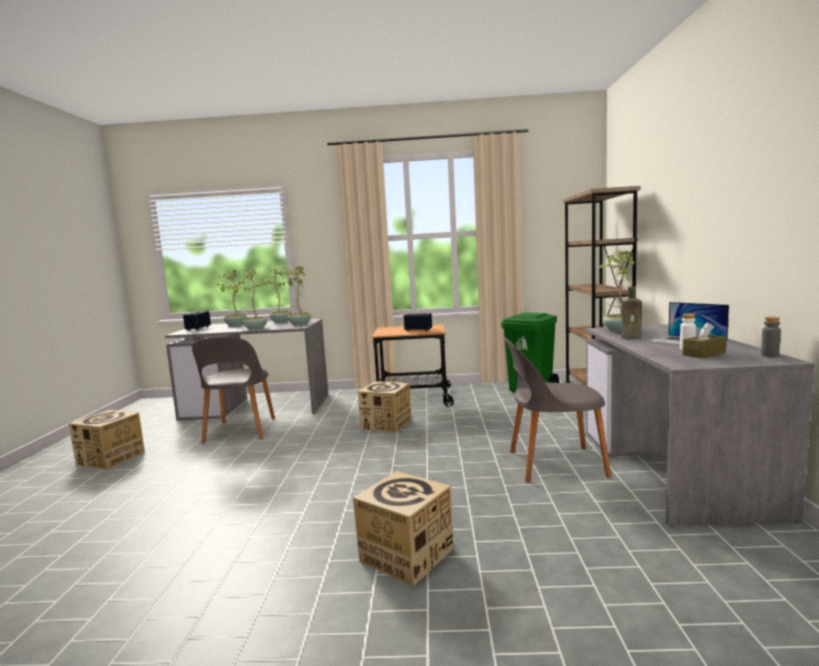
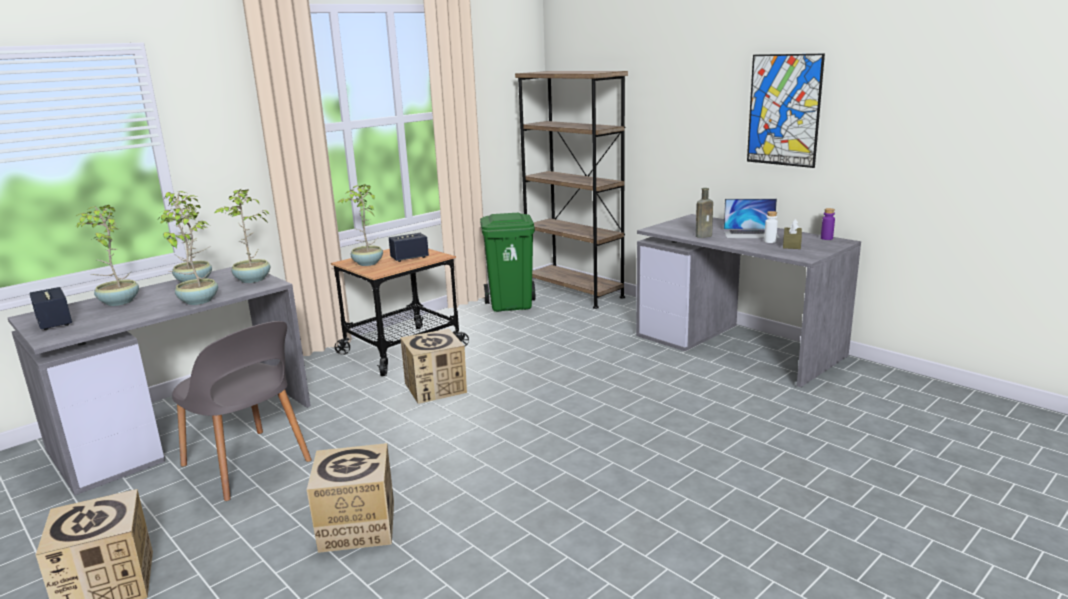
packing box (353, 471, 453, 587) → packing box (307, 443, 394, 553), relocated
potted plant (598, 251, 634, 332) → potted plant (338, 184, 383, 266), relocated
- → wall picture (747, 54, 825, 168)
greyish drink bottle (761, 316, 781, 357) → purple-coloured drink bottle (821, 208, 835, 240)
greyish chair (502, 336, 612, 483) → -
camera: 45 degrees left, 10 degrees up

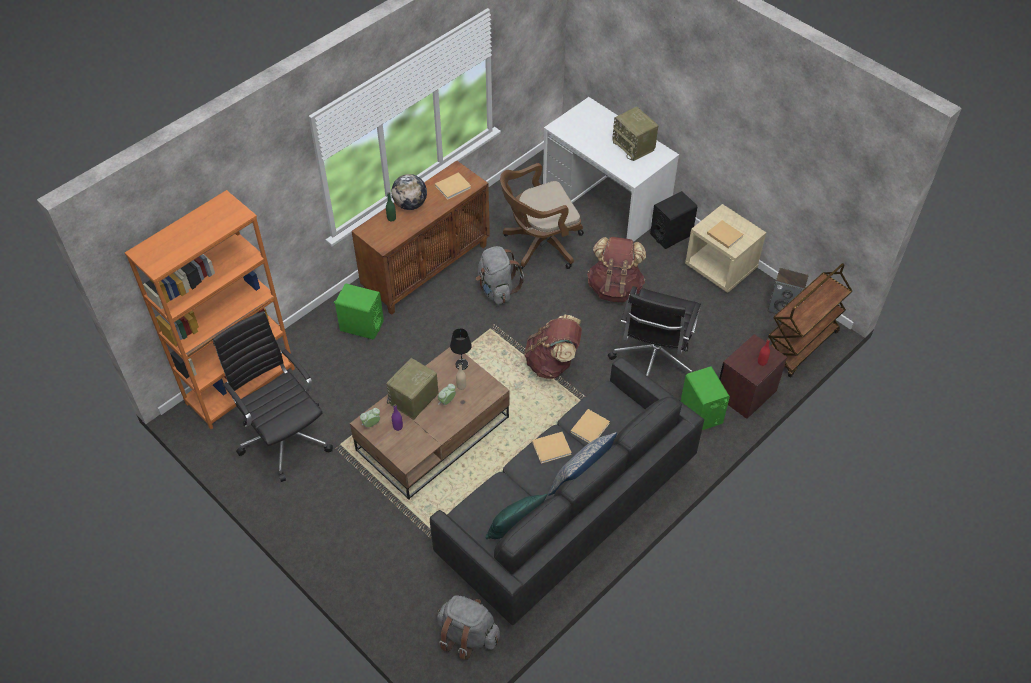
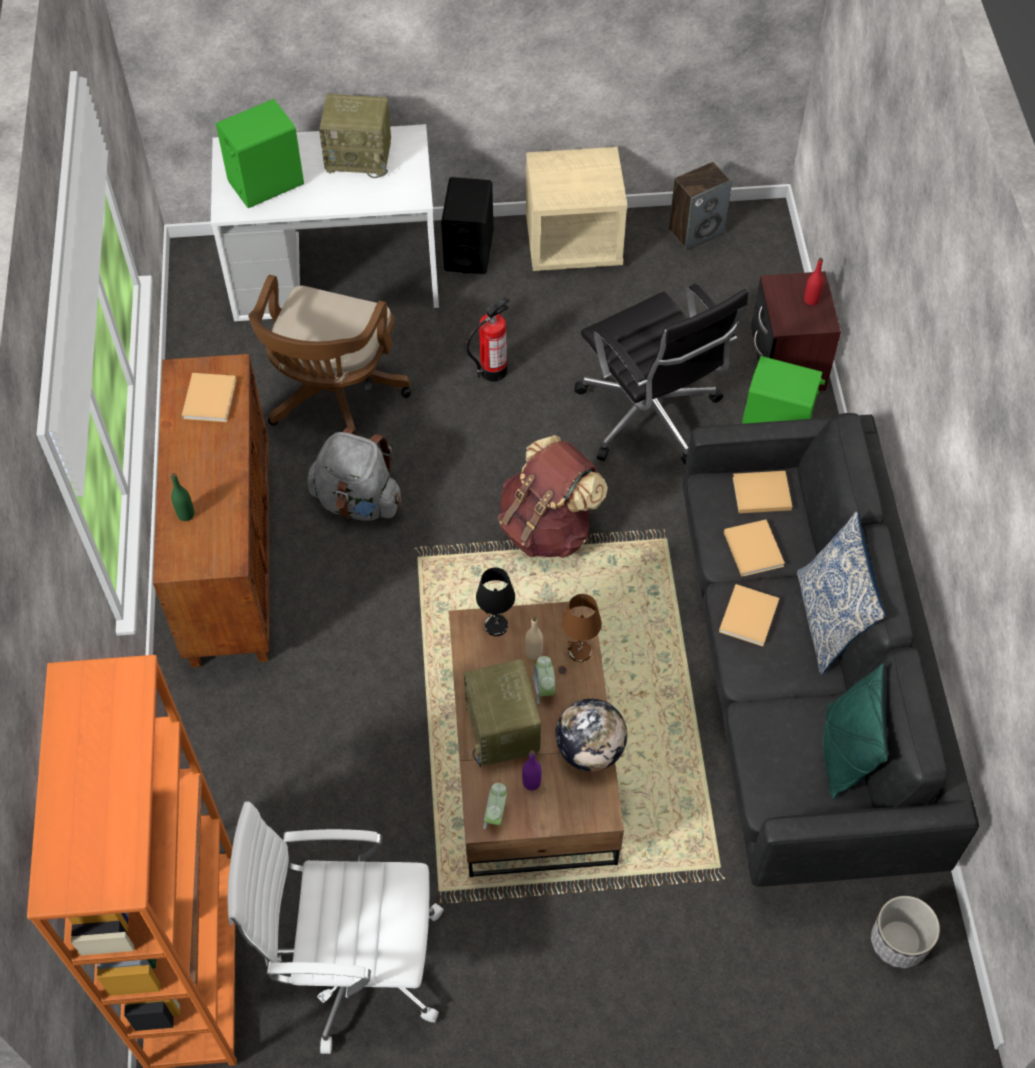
green-coloured audio speaker (334, 283, 384, 340) → green-coloured audio speaker (216, 99, 304, 208), relocated
black-coloured office chair (212, 311, 333, 482) → whitish office chair (227, 801, 444, 1054)
brown backpack (587, 237, 646, 302) → fire-fighting cylinder (466, 296, 510, 382)
globe (391, 174, 427, 210) → globe (555, 699, 627, 771), relocated
- → brown lamp for a table (562, 594, 602, 662)
sand-coloured book (707, 220, 744, 249) → sand-coloured book (733, 471, 792, 513), relocated
greyish backpack (437, 595, 500, 660) → planter (871, 896, 940, 969)
brown wheeled cart (768, 263, 852, 378) → -
camera: 50 degrees left, 5 degrees up

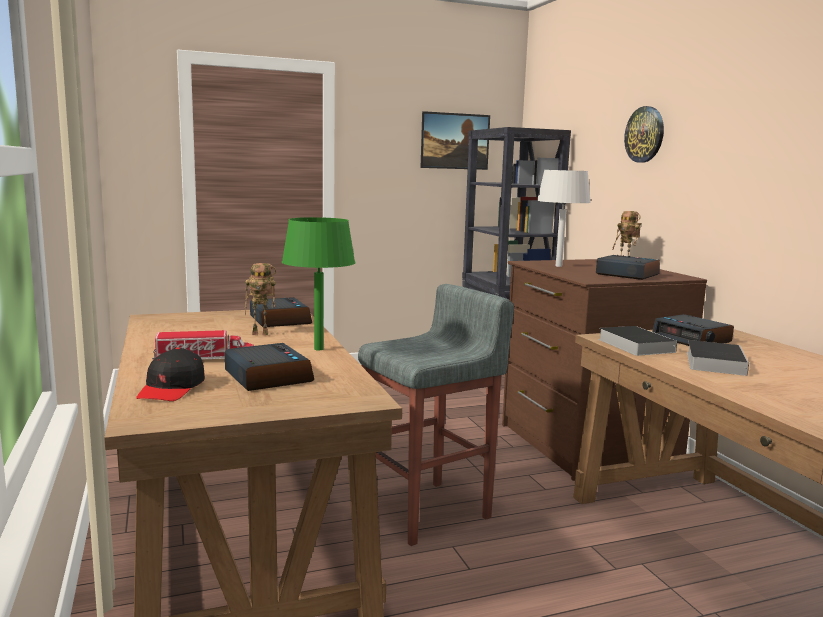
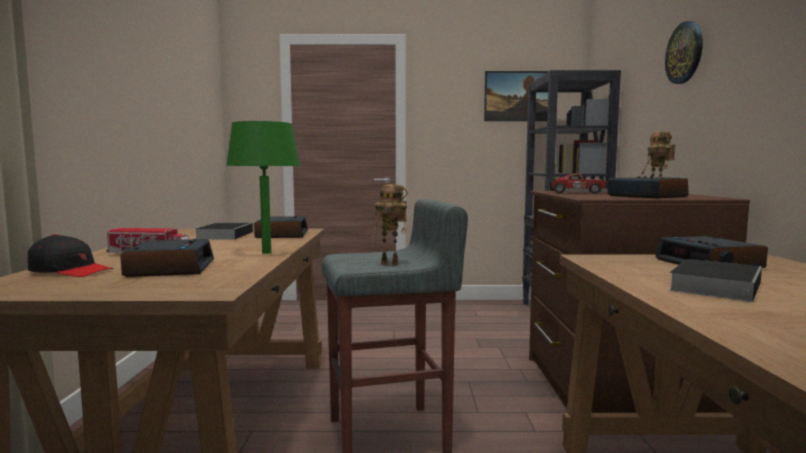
black-coloured baseball cap (136, 348, 205, 401) → black-coloured baseball cap (28, 234, 113, 277), 105 degrees counterclockwise
book (598, 326, 677, 356) → book (195, 223, 254, 240), relocated
toy robot (245, 263, 276, 335) → toy robot (372, 184, 408, 266), relocated
greyish lamp for a table (537, 170, 591, 267) → toy car (549, 174, 608, 194)
camera: 20 degrees right, 5 degrees down

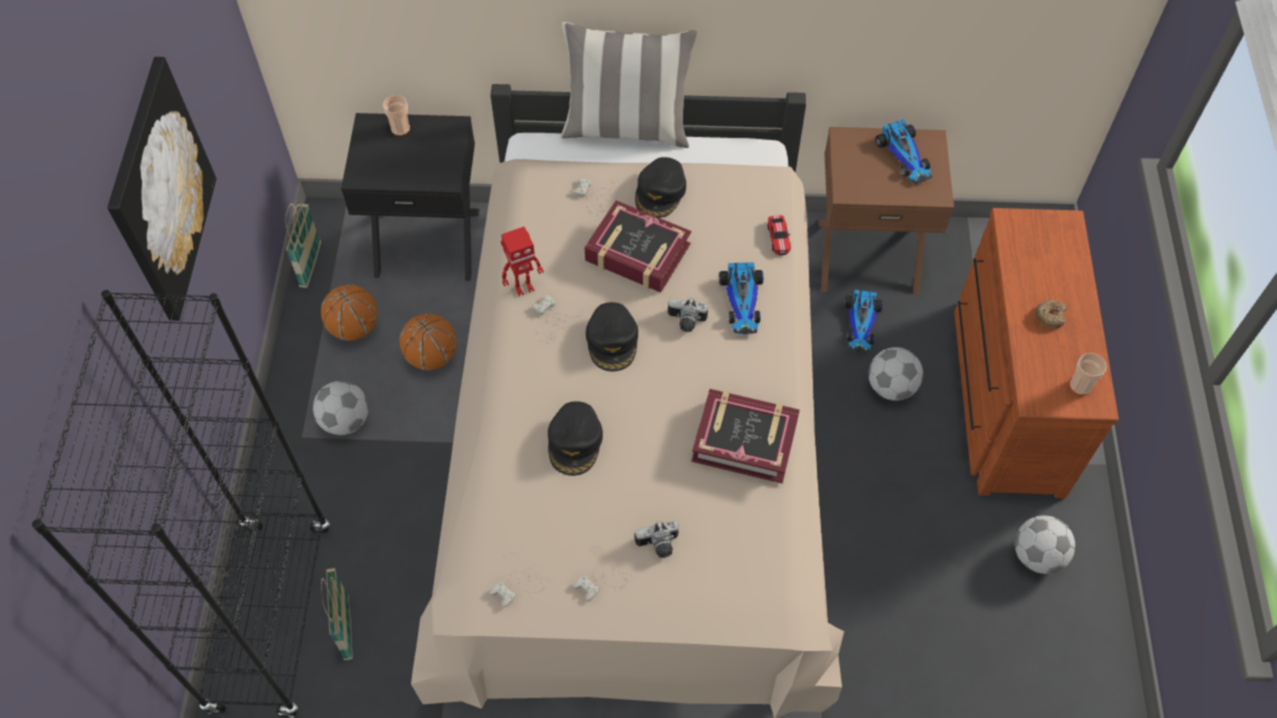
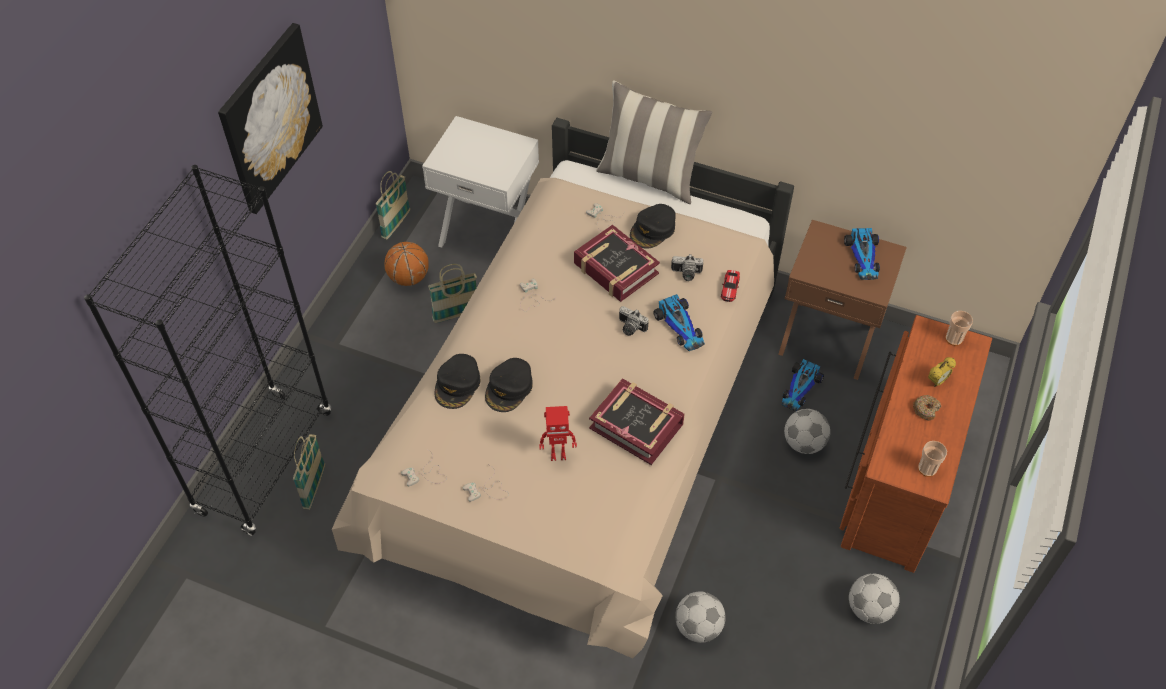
black-coloured nightstand (341, 113, 480, 281) → whitish nightstand (422, 116, 539, 248)
basketball ball (400, 313, 457, 370) → basket (428, 264, 477, 323)
black-coloured baseball cap (586, 302, 638, 372) → black-coloured baseball cap (435, 354, 480, 409), relocated
toy robot (501, 226, 544, 297) → toy robot (539, 406, 577, 461), relocated
toy car (719, 262, 763, 334) → toy car (653, 294, 705, 351), 45 degrees counterclockwise
still camera (634, 521, 679, 558) → still camera (671, 254, 703, 281), relocated
ball for football (313, 381, 369, 435) → ball for football (675, 591, 726, 643), relocated
- → table clock (928, 357, 956, 387)
cup (383, 95, 410, 136) → cup (946, 311, 973, 346), relocated
camera: 20 degrees right, 5 degrees down

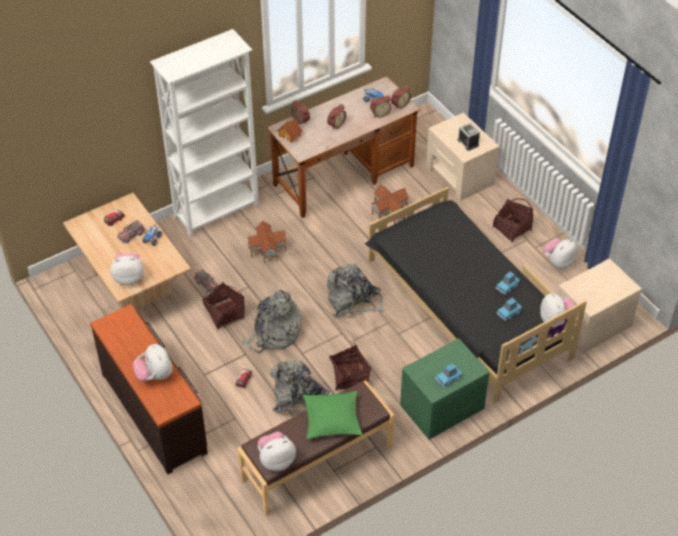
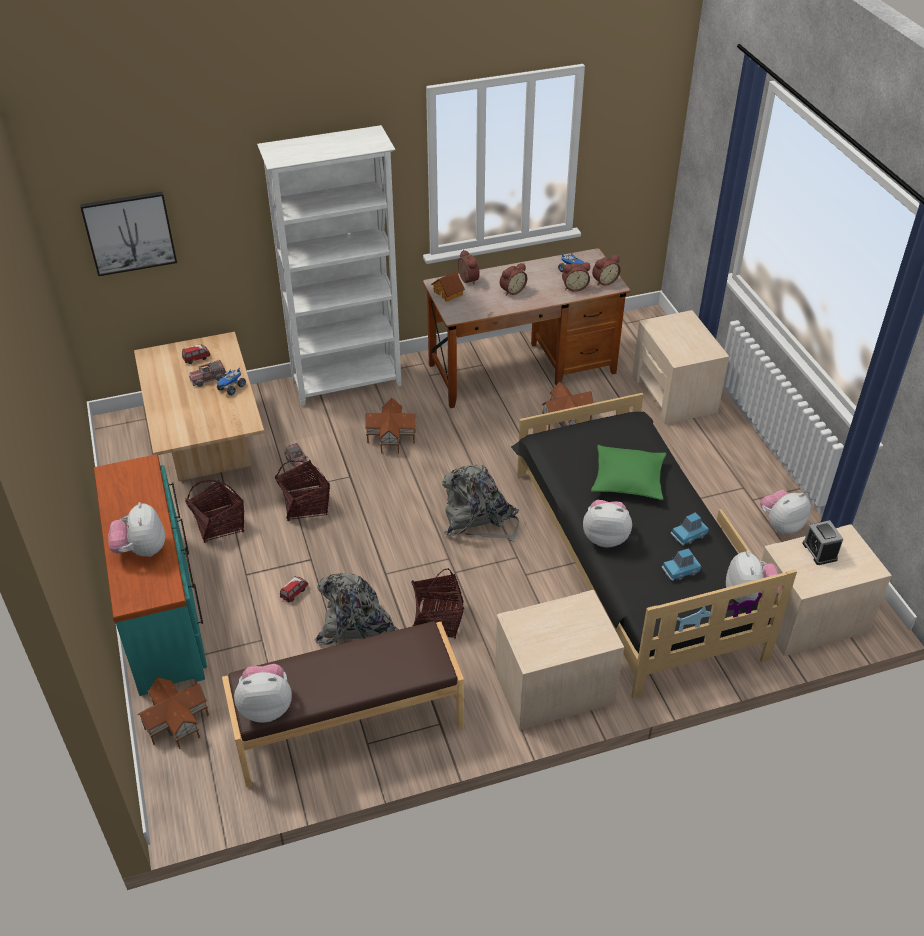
- → wall picture (80, 191, 177, 276)
brown dresser (90, 304, 208, 474) → turquoise-coloured dresser (94, 454, 207, 696)
- → toy house (137, 677, 209, 749)
basket (493, 198, 533, 242) → basket (185, 480, 244, 543), relocated
green-coloured nightstand (400, 338, 490, 439) → sand-coloured nightstand (495, 590, 624, 730)
plush toy (110, 253, 144, 285) → plush toy (583, 500, 632, 547), relocated
green-coloured throw pillow (303, 391, 362, 439) → green-coloured throw pillow (591, 445, 666, 500), relocated
table clock (458, 123, 480, 151) → table clock (803, 520, 843, 565), relocated
greyish backpack (241, 290, 302, 353) → -
blue toy car (435, 364, 463, 388) → -
camera: 15 degrees right, 5 degrees down

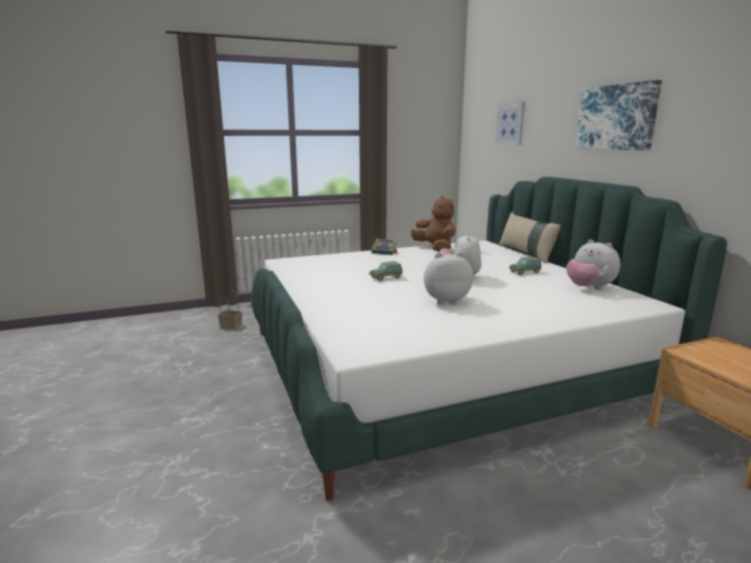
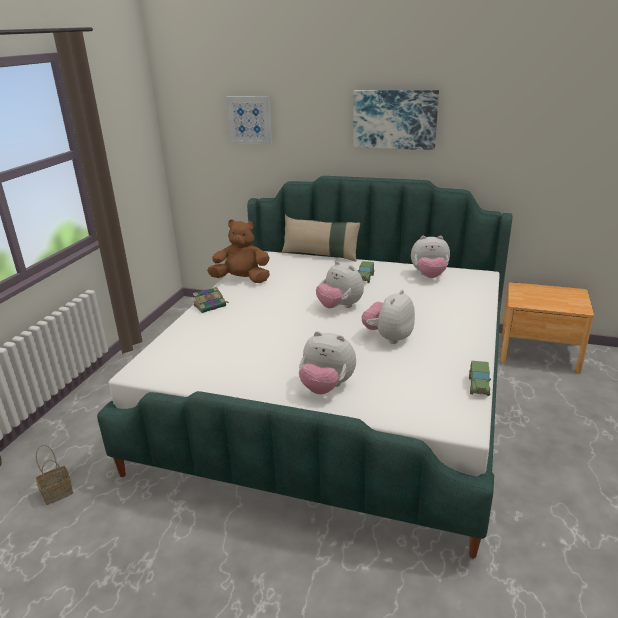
- → plush toy (299, 331, 356, 394)
toy car (369, 261, 403, 281) → toy car (469, 361, 491, 396), relocated
camera: 50 degrees left, 10 degrees up

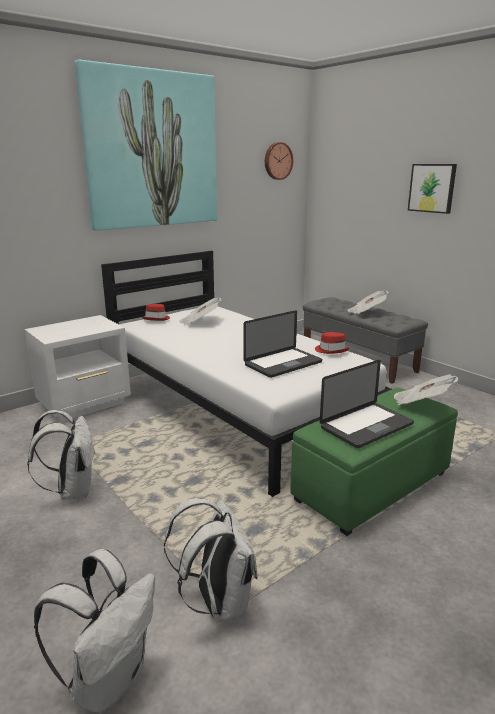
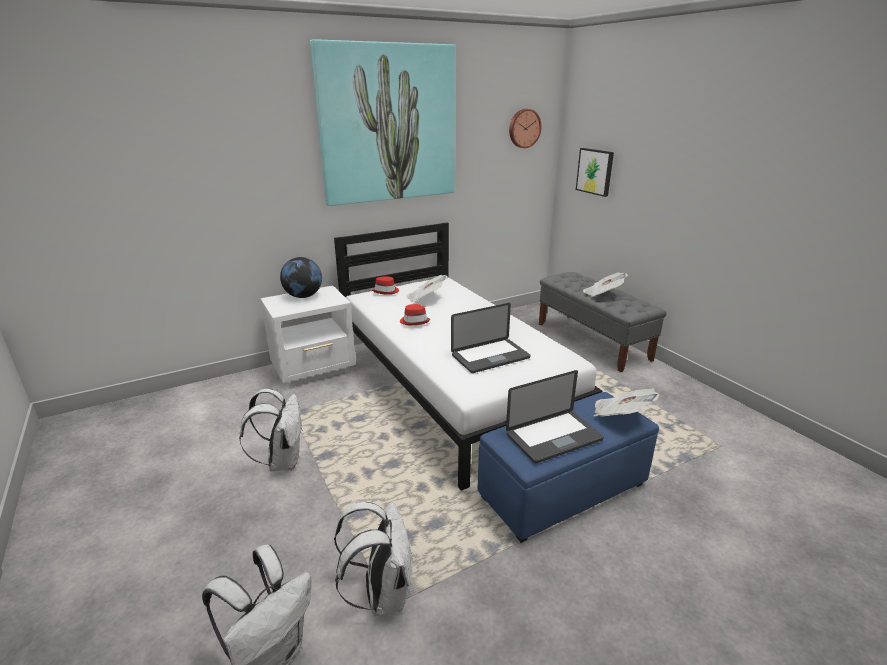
- → globe (280, 257, 322, 298)
red-coloured wearable hat (315, 332, 350, 354) → red-coloured wearable hat (400, 304, 430, 325), relocated
green-coloured ottoman (290, 388, 458, 536) → blue ottoman (478, 392, 659, 543)
wall picture (408, 164, 457, 214) → wall picture (576, 148, 614, 197), relocated
camera: 10 degrees right, 5 degrees up

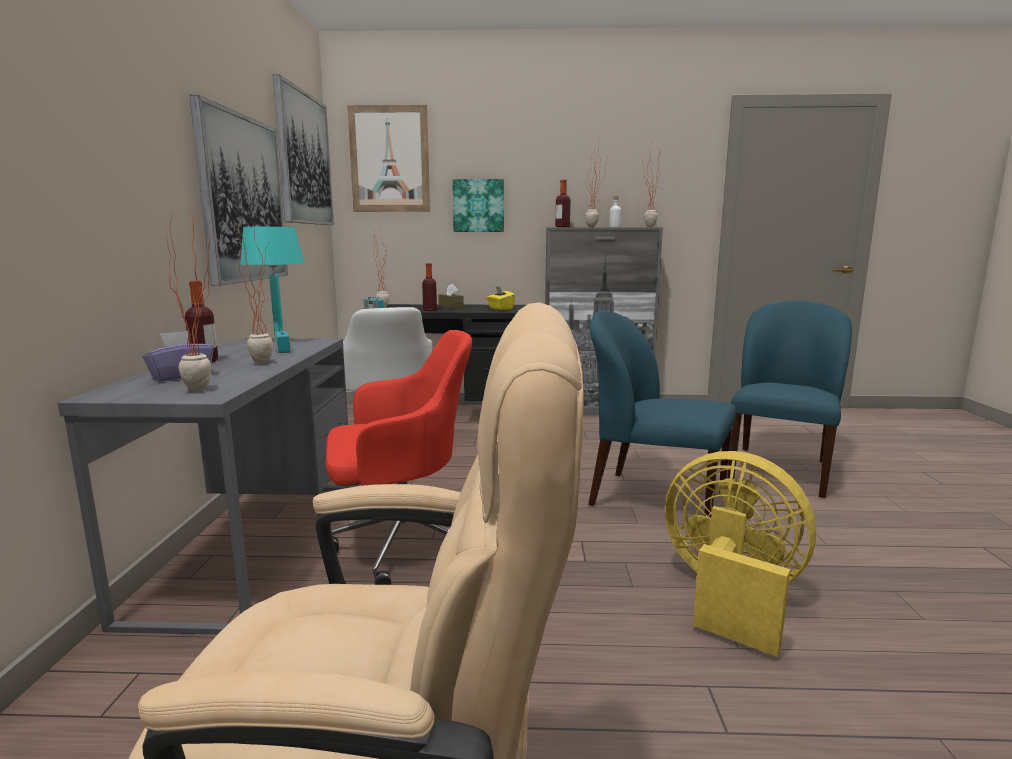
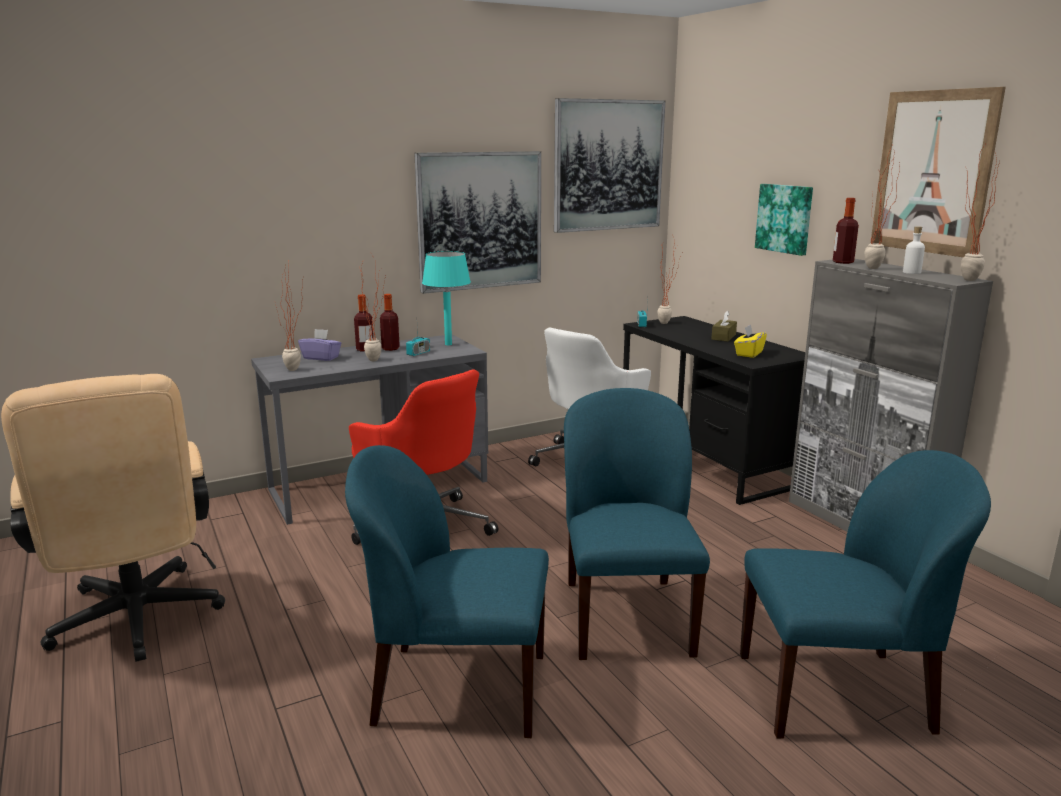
yellow-coloured cooling fan (665, 451, 816, 657) → blue chair (345, 445, 549, 738)
drink bottle (422, 263, 437, 311) → drink bottle (380, 294, 400, 351), relocated
wall picture (347, 105, 430, 212) → wall picture (871, 87, 1006, 257), relocated
camera: 60 degrees right, 5 degrees up

